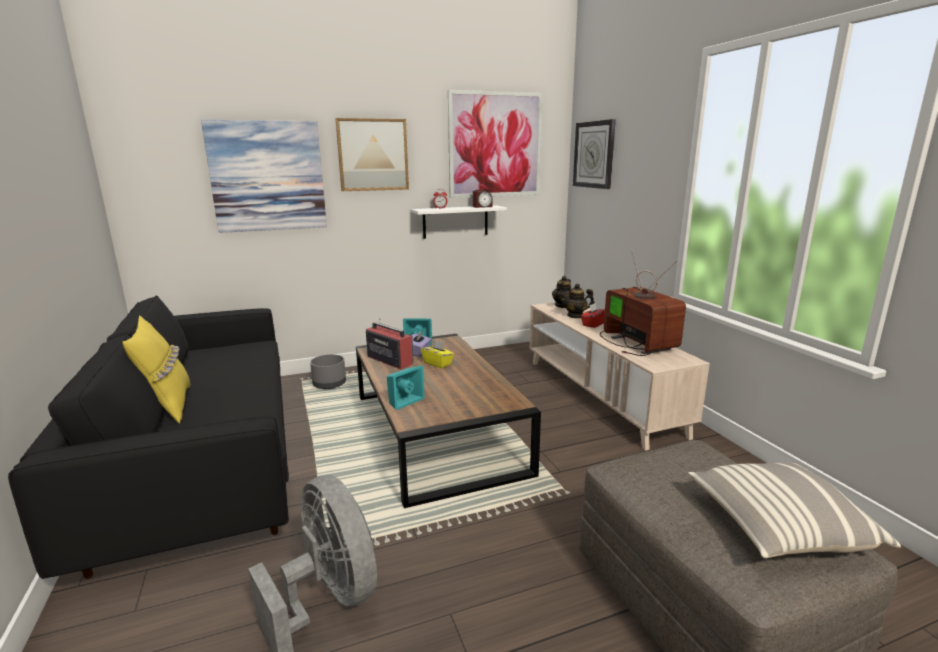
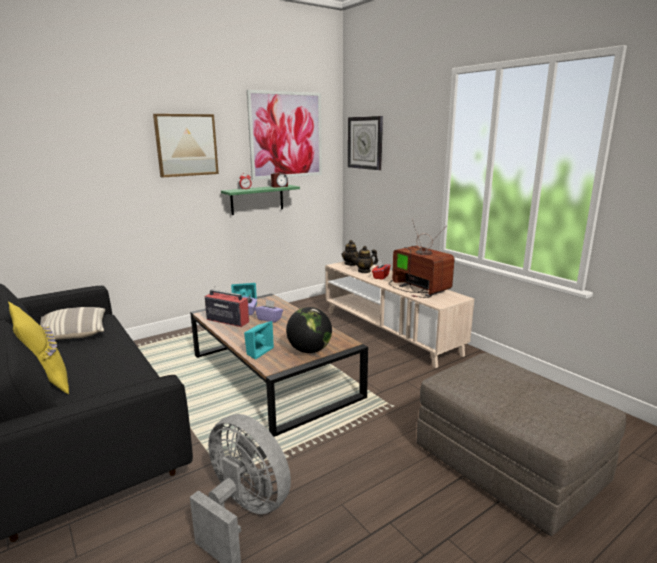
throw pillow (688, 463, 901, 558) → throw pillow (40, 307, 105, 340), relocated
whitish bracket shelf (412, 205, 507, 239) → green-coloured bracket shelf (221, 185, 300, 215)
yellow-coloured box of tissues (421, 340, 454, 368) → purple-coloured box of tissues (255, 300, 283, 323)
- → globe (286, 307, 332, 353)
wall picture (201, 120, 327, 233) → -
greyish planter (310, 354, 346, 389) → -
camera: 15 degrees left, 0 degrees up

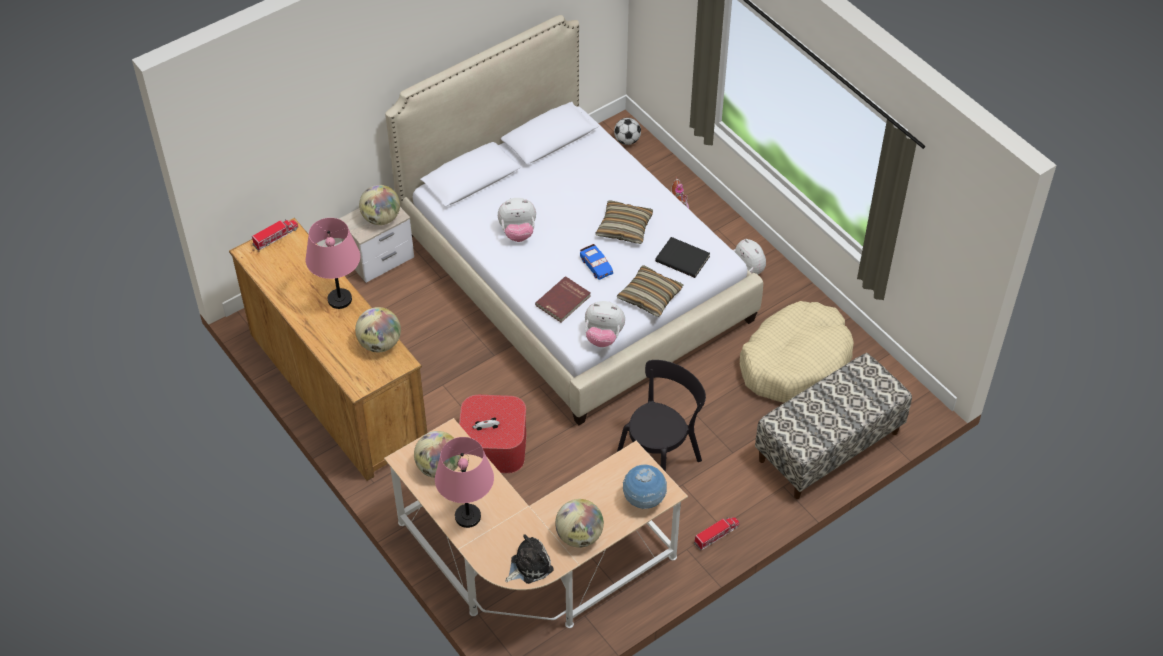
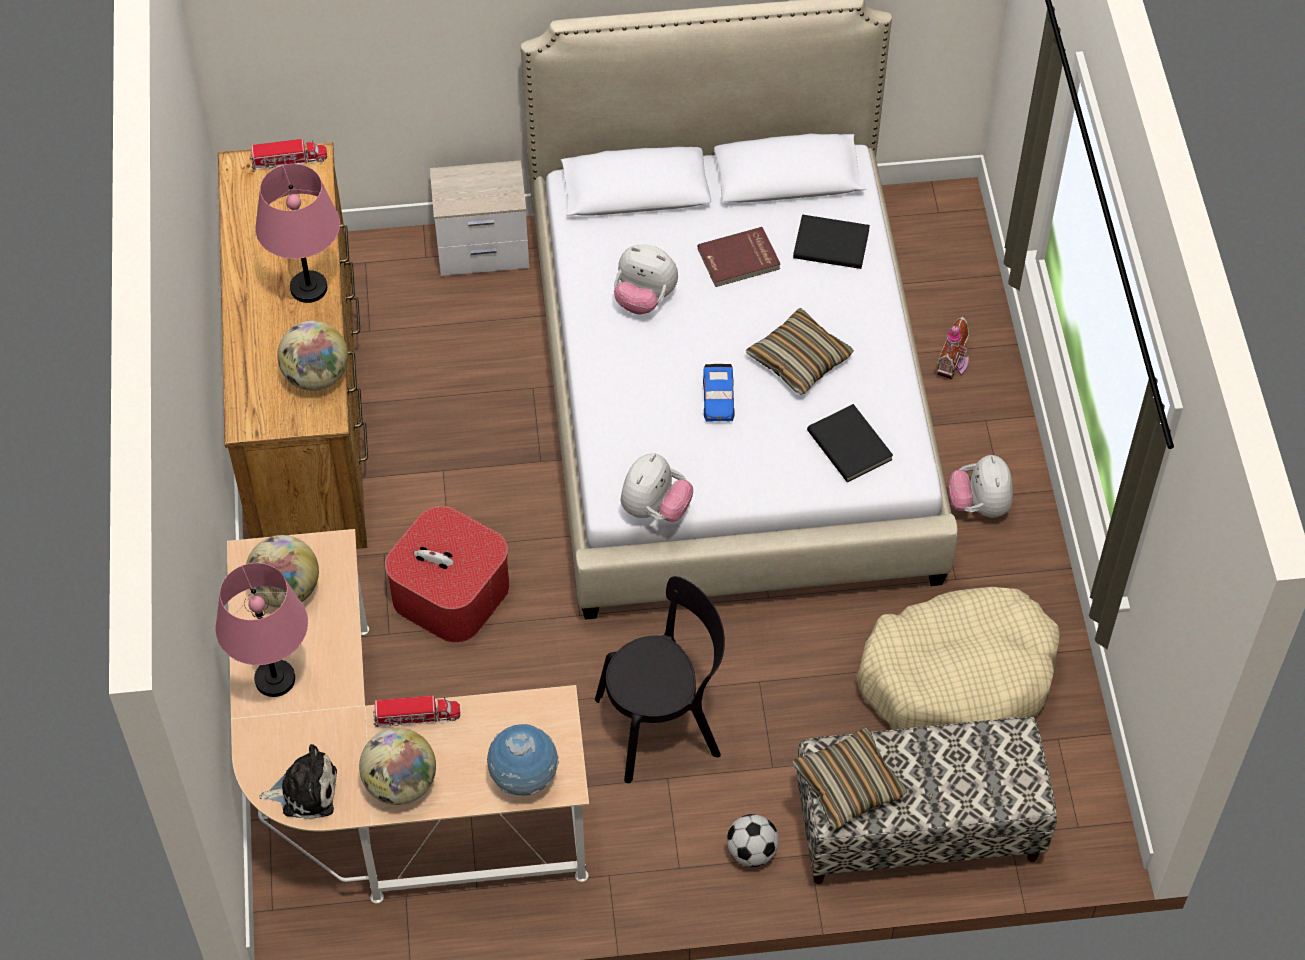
toy truck (694, 517, 739, 550) → toy truck (373, 696, 460, 727), relocated
plush toy (585, 301, 625, 347) → plush toy (621, 453, 693, 522), 105 degrees counterclockwise
red-coloured book (535, 276, 591, 323) → red-coloured book (698, 227, 780, 287), relocated
ball for football (614, 118, 641, 145) → ball for football (727, 814, 779, 867), relocated
throw pillow (617, 265, 683, 317) → throw pillow (792, 727, 907, 828), relocated
- → black-coloured book (793, 214, 870, 269)
globe (359, 185, 400, 225) → -
camera: 30 degrees right, 5 degrees up

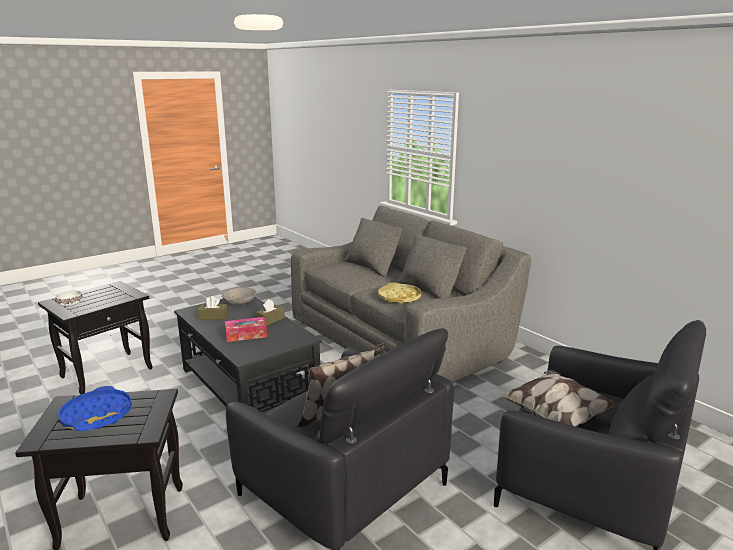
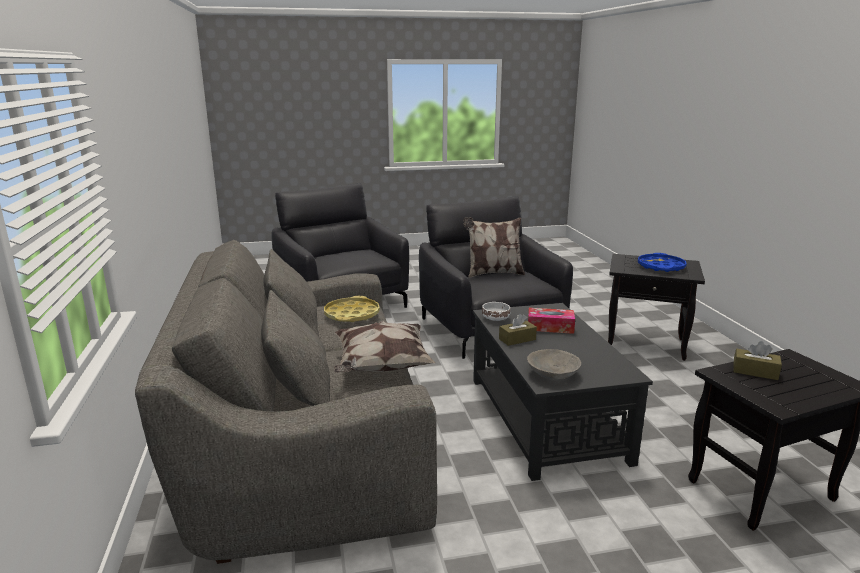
throw pillow (498, 370, 619, 426) → throw pillow (334, 321, 435, 373), relocated
whitish serving bowl (55, 290, 83, 307) → whitish serving bowl (482, 302, 511, 321), relocated
brown box of tissues (198, 296, 228, 320) → brown box of tissues (733, 341, 782, 380), relocated
camera: 155 degrees left, 0 degrees up

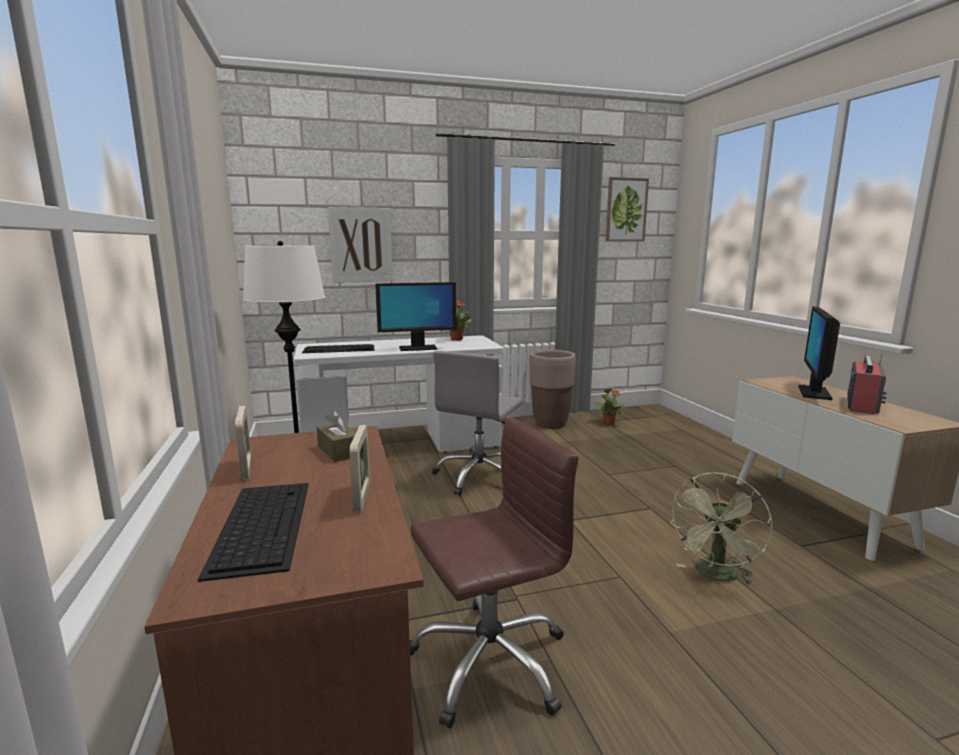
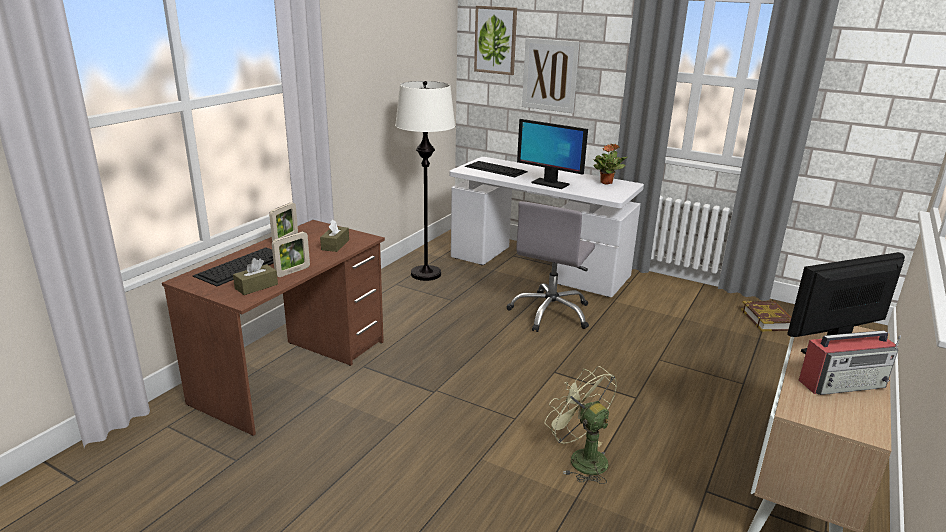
- → brown box of tissues (233, 258, 278, 295)
wall picture (605, 177, 649, 241) → wall picture (474, 6, 517, 75), relocated
greyish office chair (431, 351, 523, 496) → greyish office chair (506, 201, 595, 332), 45 degrees counterclockwise
green-coloured cooling fan (670, 472, 773, 585) → green-coloured cooling fan (545, 366, 617, 484), 60 degrees clockwise
potted plant (594, 389, 625, 424) → book (741, 301, 792, 331)
brown office chair (410, 417, 579, 729) → -
brown planter (530, 350, 576, 428) → -
camera: 45 degrees right, 10 degrees up

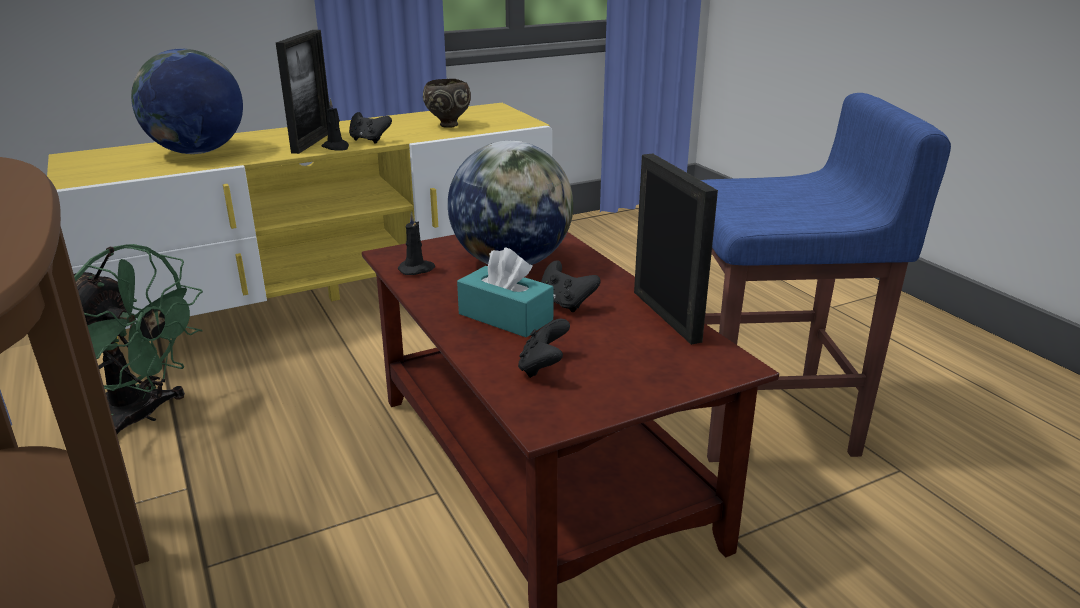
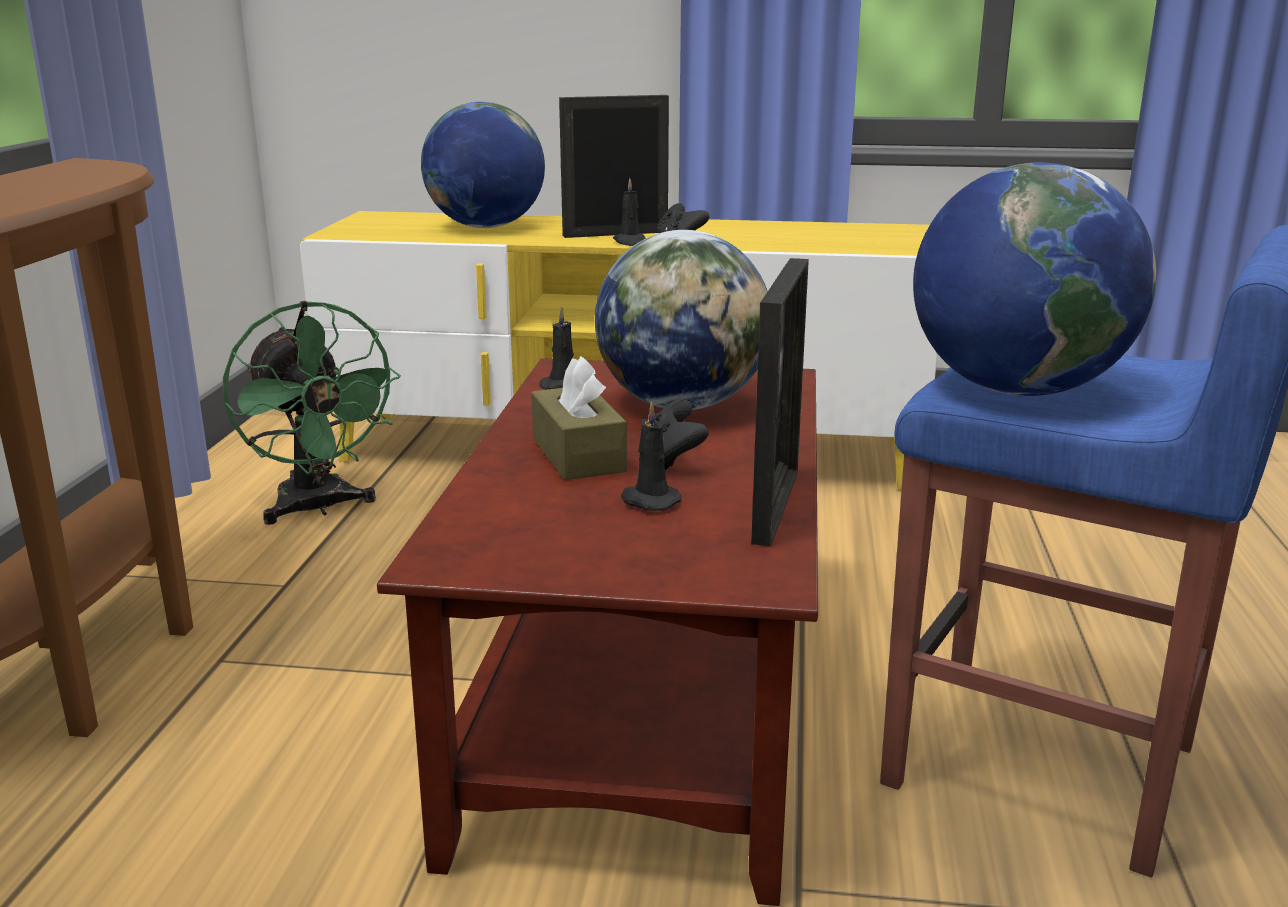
turquoise-coloured box of tissues (457, 248, 554, 338) → brown box of tissues (531, 356, 627, 480)
standing frame (276, 30, 330, 154) → standing frame (559, 95, 669, 238), 150 degrees counterclockwise
- → black-coloured wax light (621, 401, 682, 511)
- → globe (913, 163, 1156, 396)
brown serving bowl (423, 79, 471, 128) → -
black-coloured joypad (518, 319, 570, 378) → -
camera: 35 degrees right, 5 degrees down

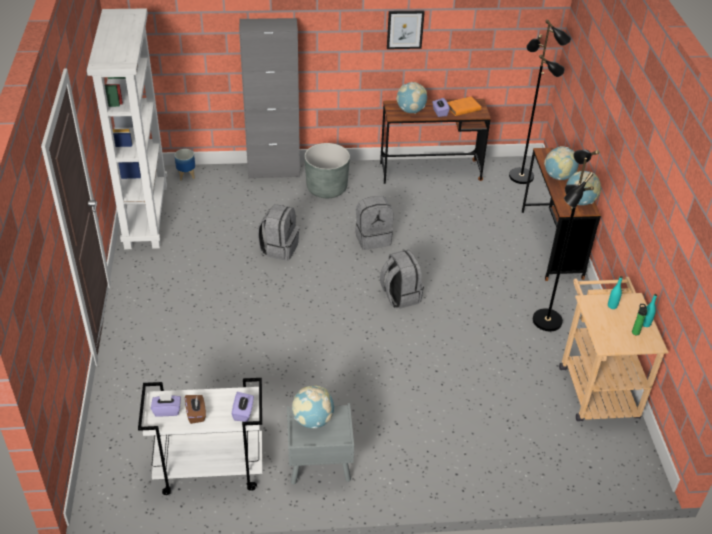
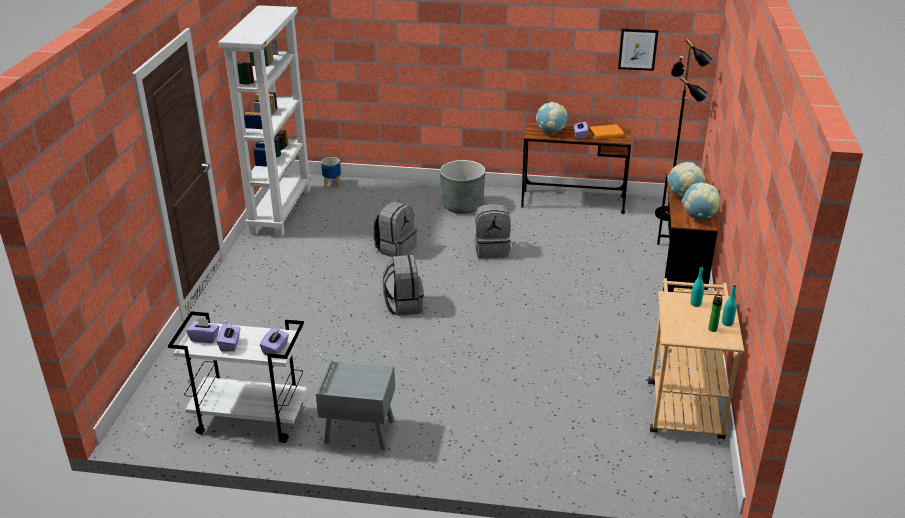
brown box of tissues (185, 395, 206, 424) → purple-coloured box of tissues (217, 324, 240, 351)
greyish backpack (380, 250, 424, 309) → greyish backpack (383, 255, 424, 316), relocated
wall picture (387, 11, 425, 49) → wall picture (618, 29, 658, 71), relocated
greyish cupboard (239, 18, 300, 179) → -
globe (292, 386, 334, 429) → -
black-coloured floor lamp (533, 149, 600, 331) → -
camera: 15 degrees right, 10 degrees down

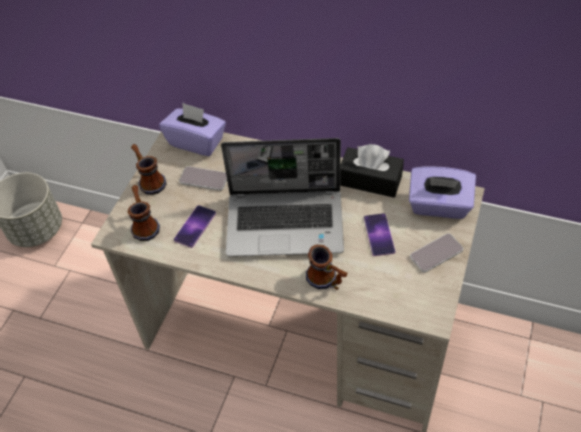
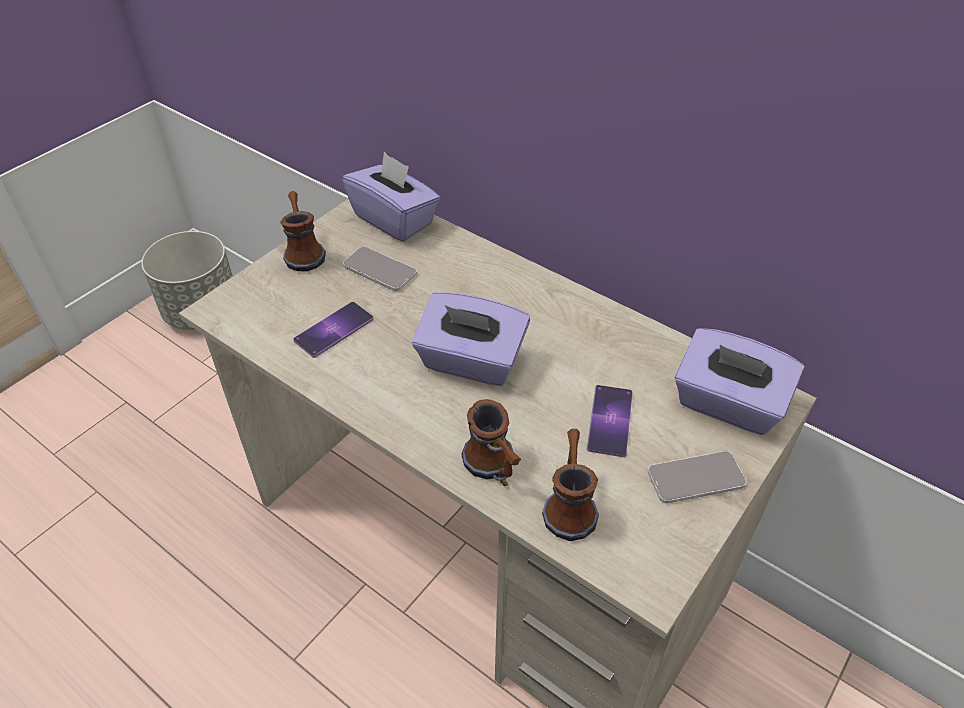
notebook computer (221, 138, 344, 257) → purple-coloured box of tissues (412, 292, 530, 386)
tea mug (127, 185, 160, 241) → tea mug (542, 429, 599, 541), relocated
black-coloured box of tissues (340, 144, 404, 198) → -
camera: 15 degrees right, 5 degrees down

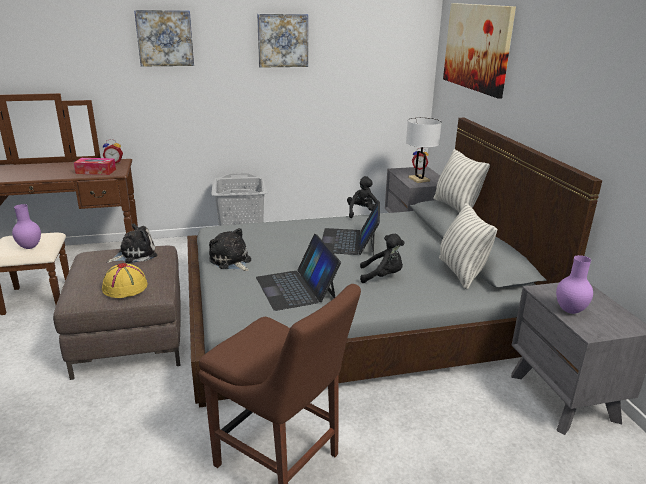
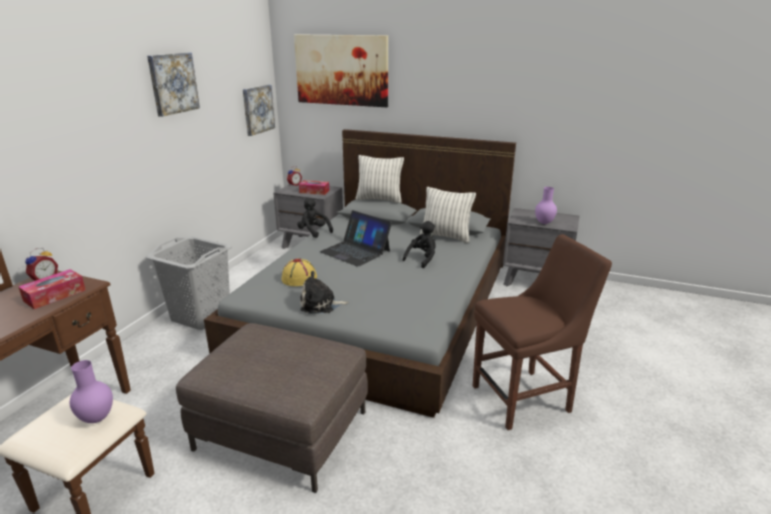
wall picture (134, 10, 194, 67) → wall picture (243, 85, 275, 136), relocated
yellow-coloured wearable hat (102, 263, 147, 298) → yellow-coloured wearable hat (282, 258, 317, 286), relocated
whitish lamp for a table (406, 118, 442, 183) → box of tissues (299, 180, 329, 195)
plush toy (107, 223, 157, 263) → -
notebook computer (256, 234, 341, 311) → -
camera: 55 degrees left, 0 degrees up

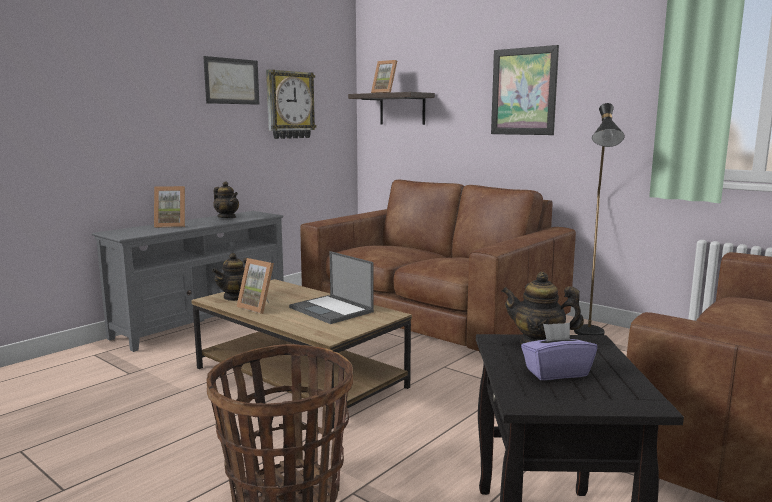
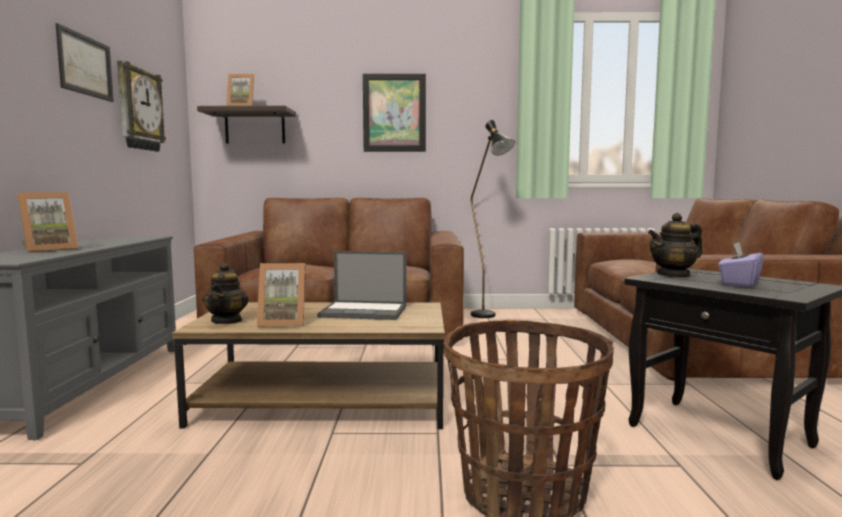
teapot (213, 181, 239, 218) → -
camera: 40 degrees left, 5 degrees down

